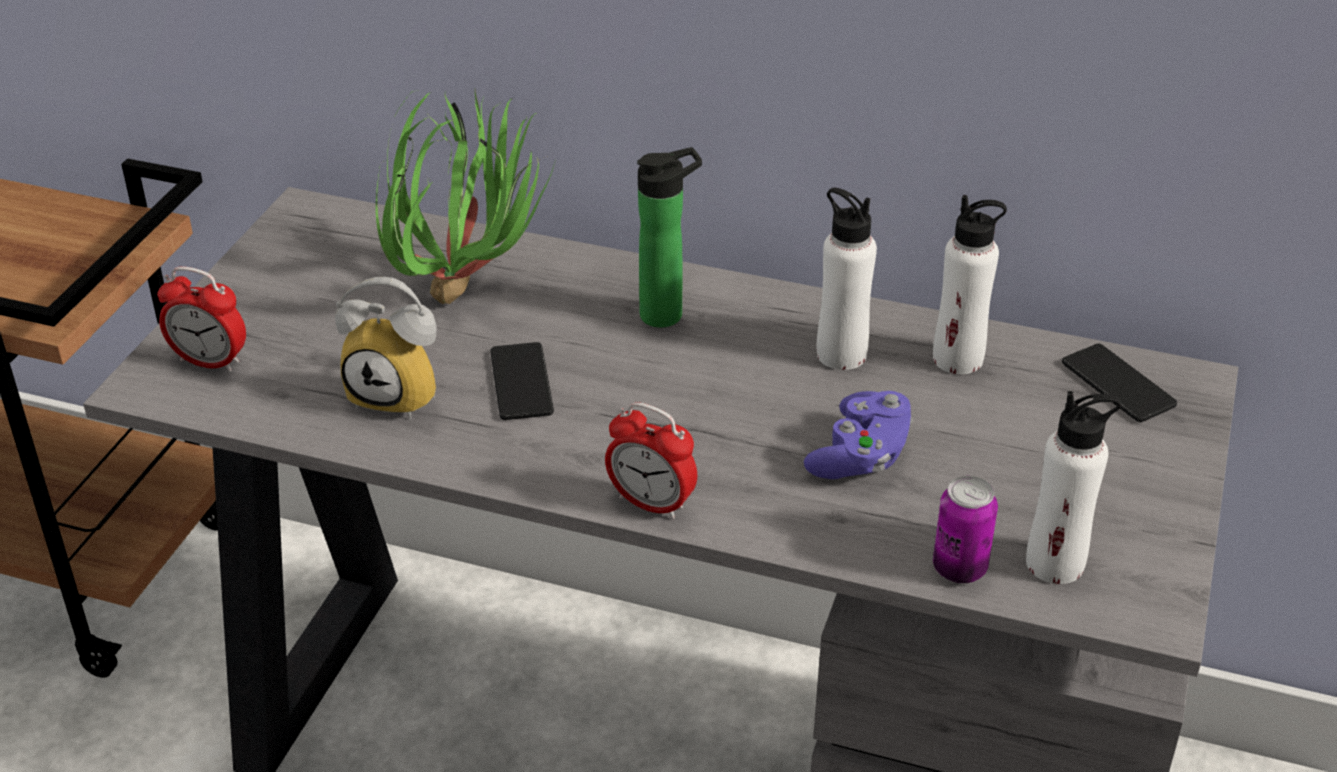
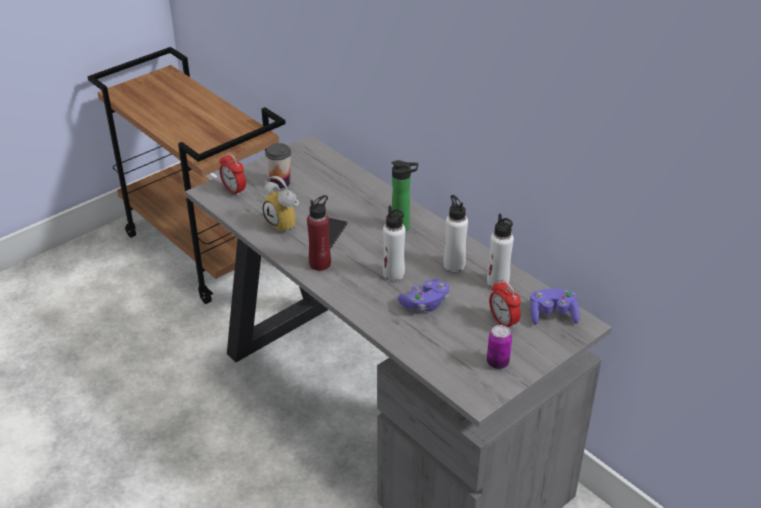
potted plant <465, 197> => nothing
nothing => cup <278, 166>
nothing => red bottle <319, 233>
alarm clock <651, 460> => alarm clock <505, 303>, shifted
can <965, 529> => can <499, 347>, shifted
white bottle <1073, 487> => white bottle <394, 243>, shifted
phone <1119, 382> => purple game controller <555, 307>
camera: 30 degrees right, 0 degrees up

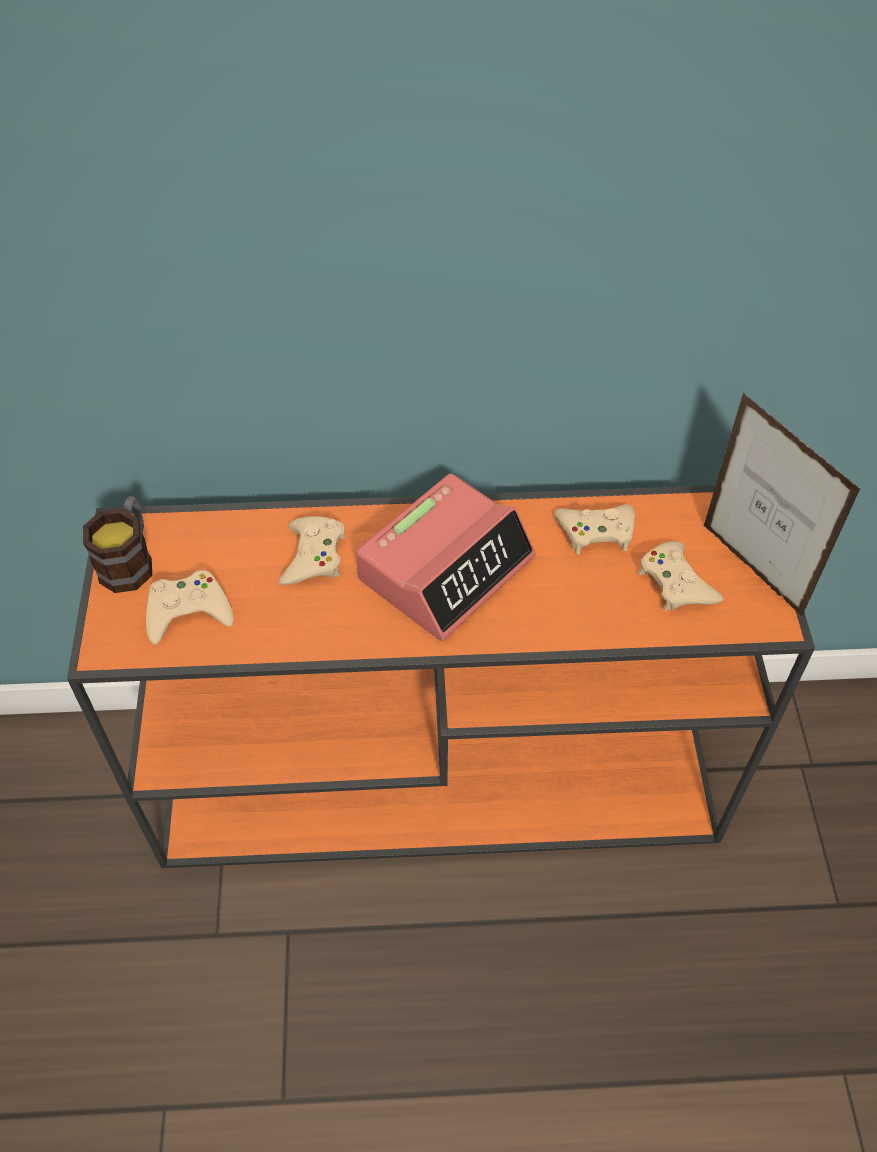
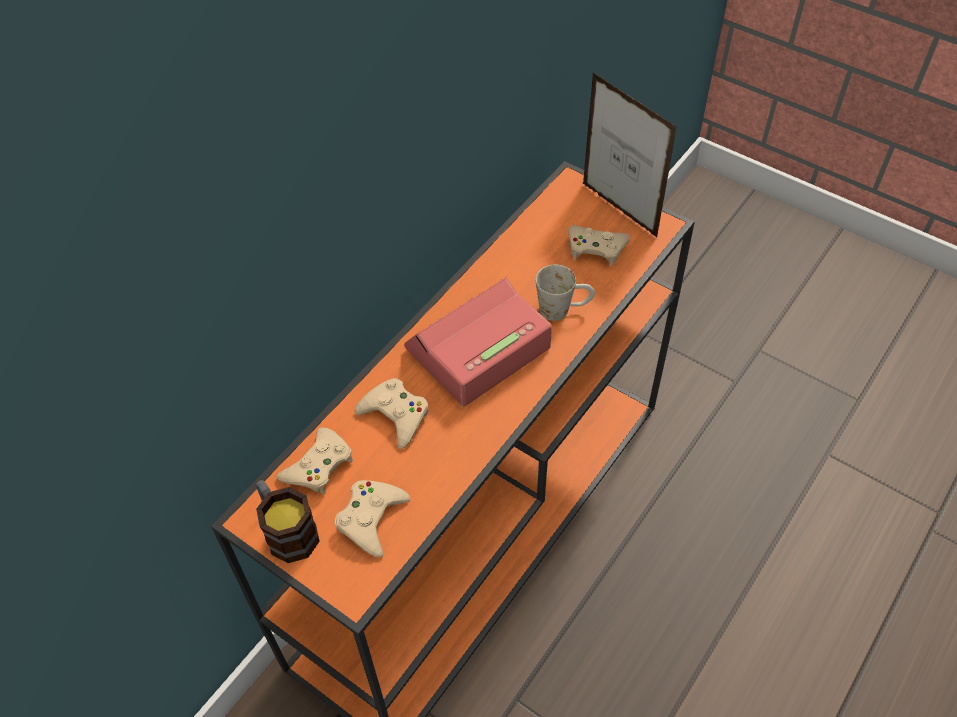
nothing => white mug <565, 293>
beige game controller <594, 529> => beige game controller <314, 460>, shifted
alarm clock <445, 557> => alarm clock <478, 342>, 120 degrees counterclockwise
picture frame <782, 505> => picture frame <630, 154>, 135 degrees counterclockwise
camera: 50 degrees left, 0 degrees up

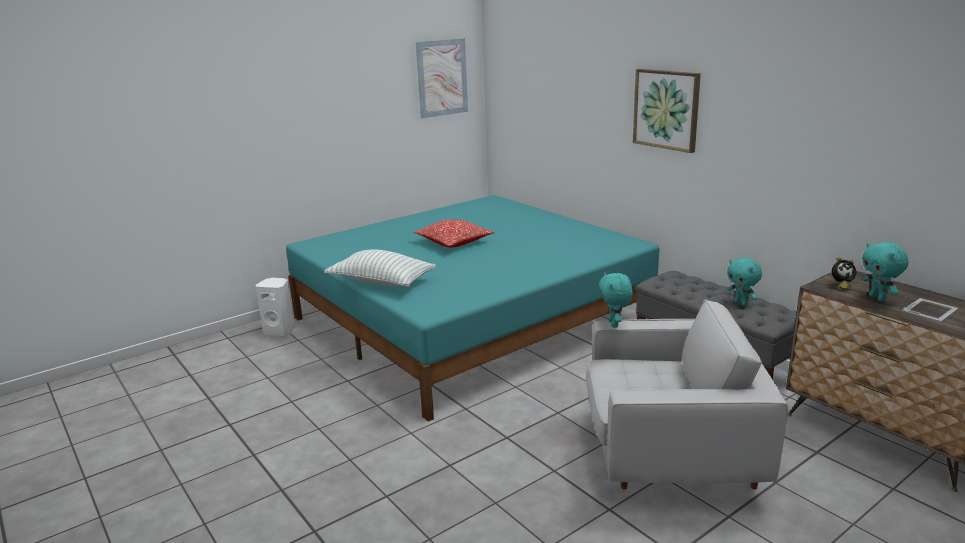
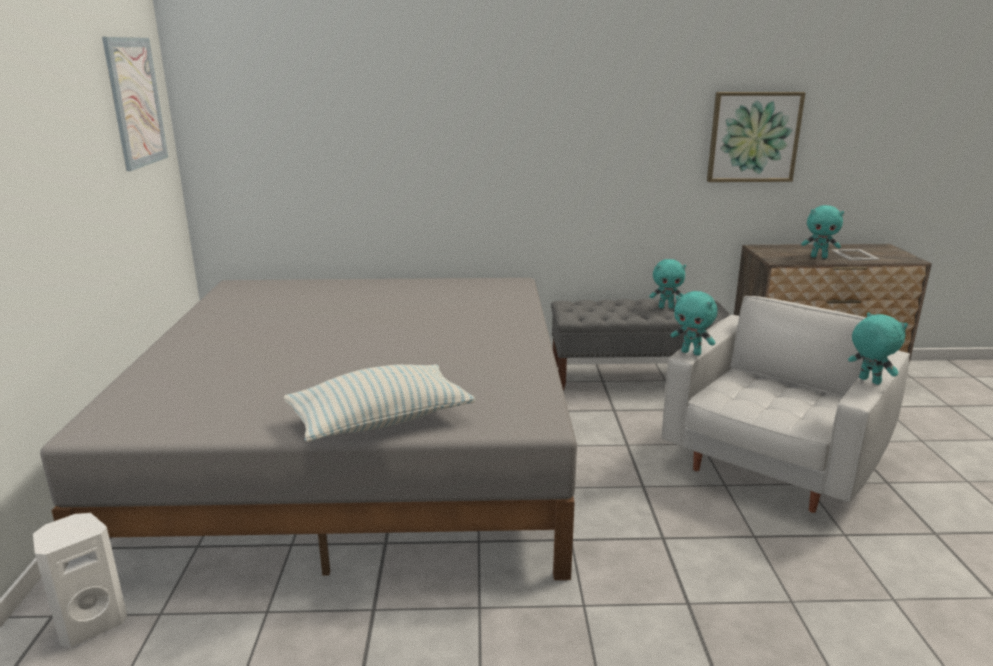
pillow <454, 233> => nothing
alarm clock <844, 273> => nothing
nothing => turquoise plush toy <878, 348>
picture <667, 111> => picture <756, 137>, shifted
turquoise bed <472, 308> => grey bed <308, 429>
camera: 55 degrees left, 0 degrees up

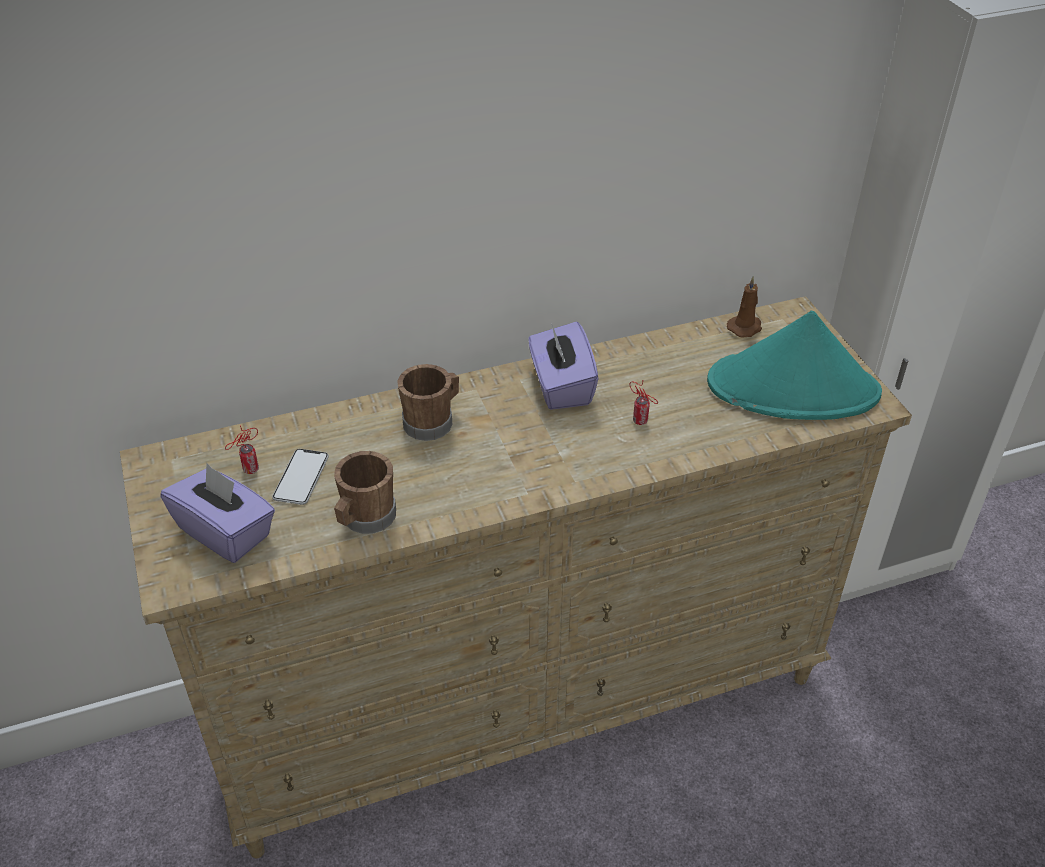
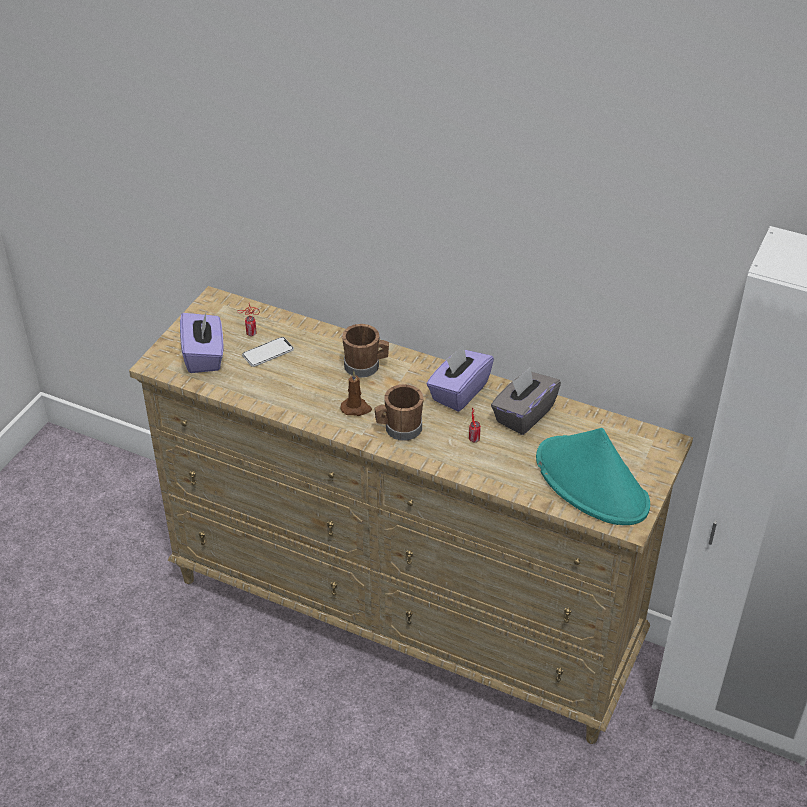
nothing => grey tissue box <526, 401>
brown mug <365, 492> => brown mug <399, 412>, shifted
brown candle <744, 307> => brown candle <356, 393>, shifted
camera: 45 degrees right, 0 degrees up

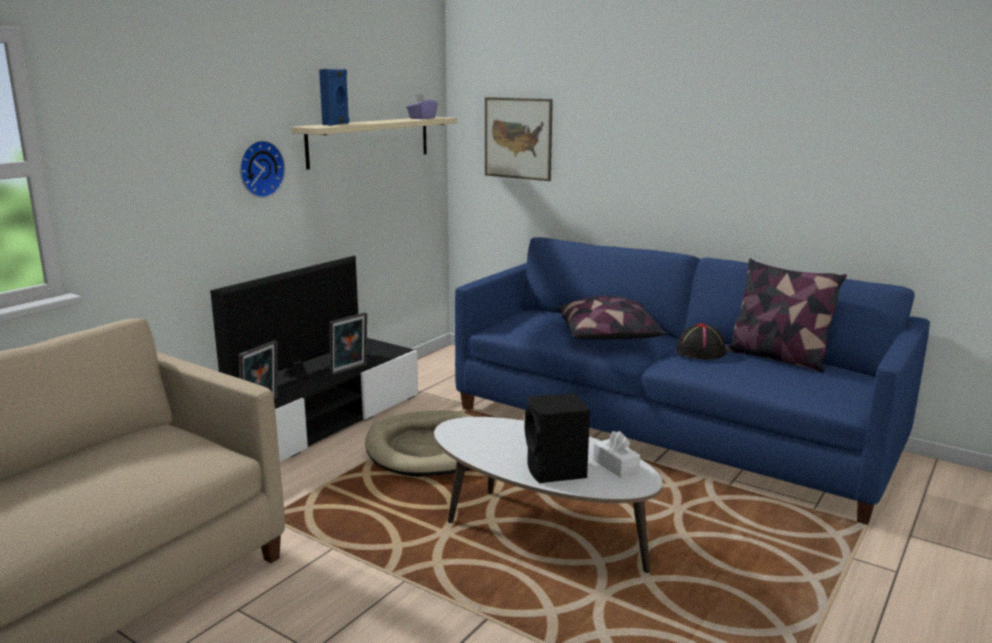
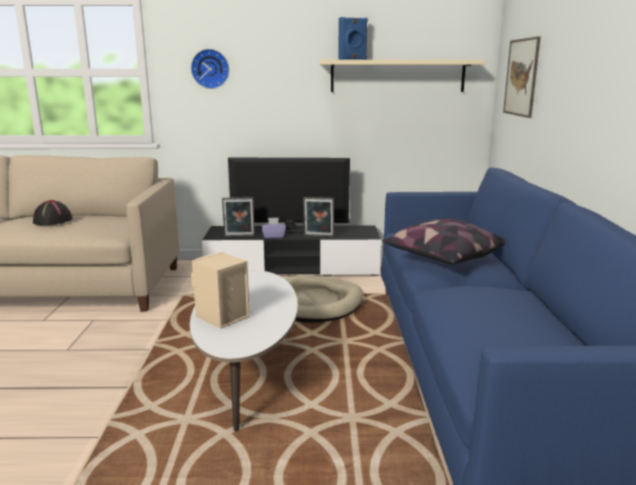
white tissue box <616, 454> => nothing
pillow <786, 315> => nothing
wall clock <262, 169> => wall clock <210, 69>, shifted
purple tissue box <422, 106> => purple tissue box <273, 228>, shifted
black hat <701, 341> => black hat <53, 212>, shifted
black speaker <557, 438> => beige speaker <220, 290>
camera: 55 degrees right, 0 degrees up

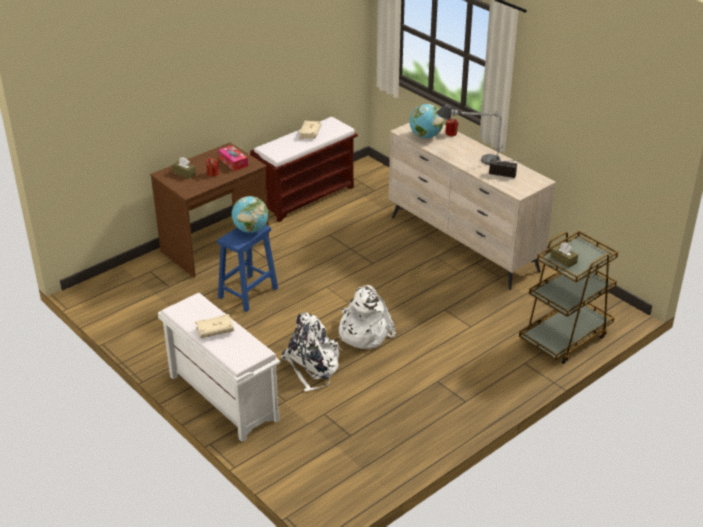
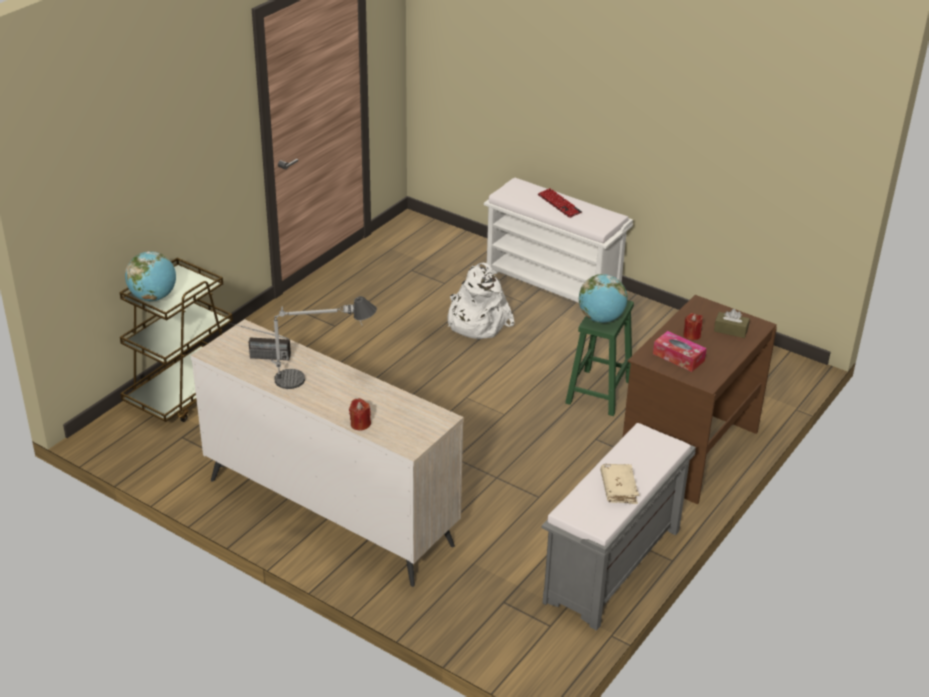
white backpack <367, 317> => nothing
brown tissue box <564, 255> => nothing
globe <427, 121> => globe <150, 276>, shifted
beige book <214, 326> => keyboard <560, 203>
blue stool <247, 268> => green stool <599, 358>
brown bench <304, 169> => grey bench <619, 527>
camera: 165 degrees right, 0 degrees up

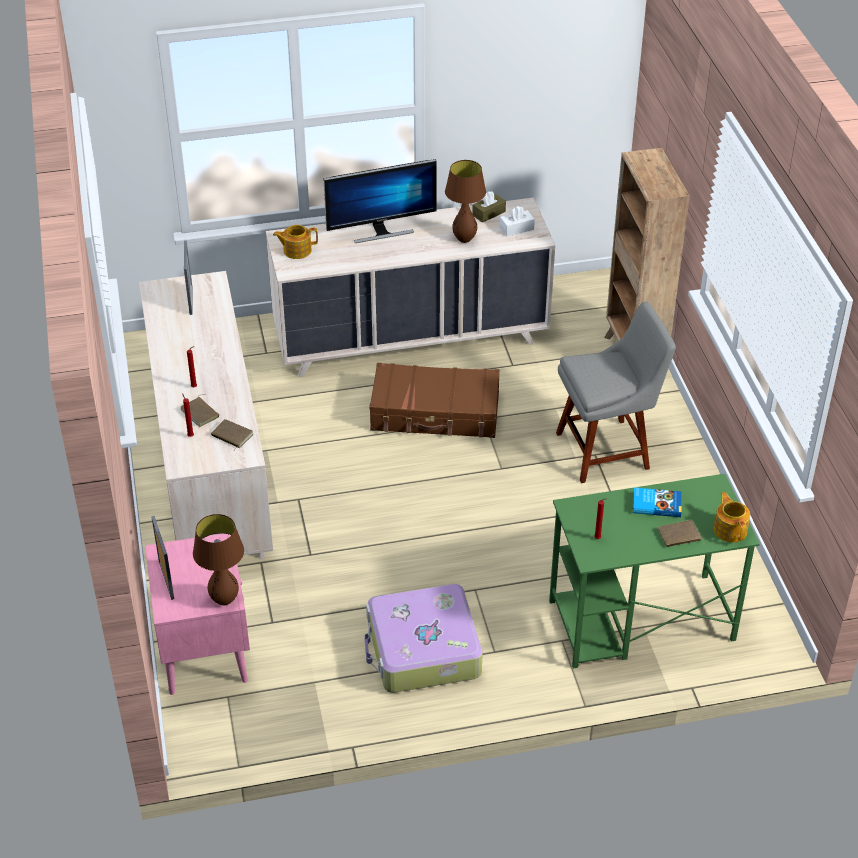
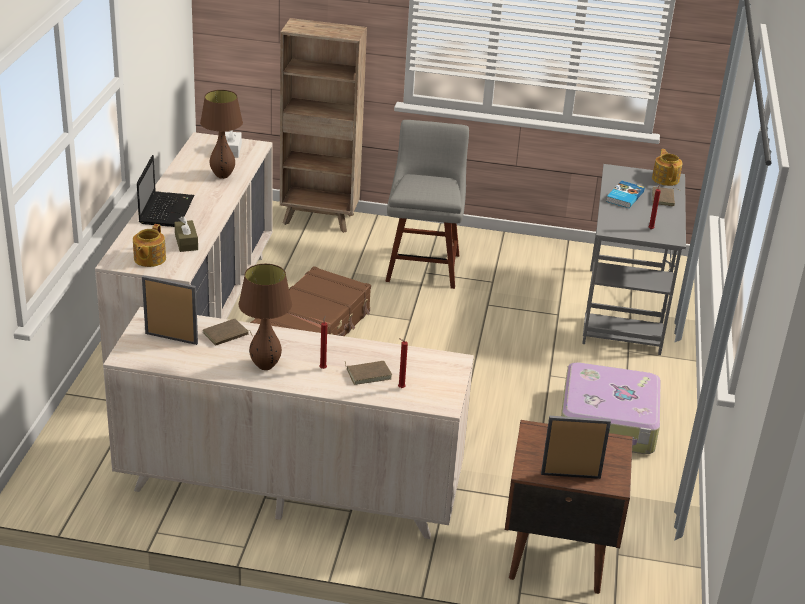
brown table lamp <218, 559> => brown table lamp <265, 317>, shifted
brown book <232, 434> => brown book <228, 332>, shifted
brown tissue box <489, 207> => brown tissue box <186, 234>, shifted
monitor <380, 201> => laptop <165, 191>
pink nightstand <197, 614> => brown nightstand <569, 507>
green desk <654, 571> => grey desk <634, 259>
teapot <732, 517> => teapot <667, 167>, 75 degrees clockwise
camera: 70 degrees left, 10 degrees down

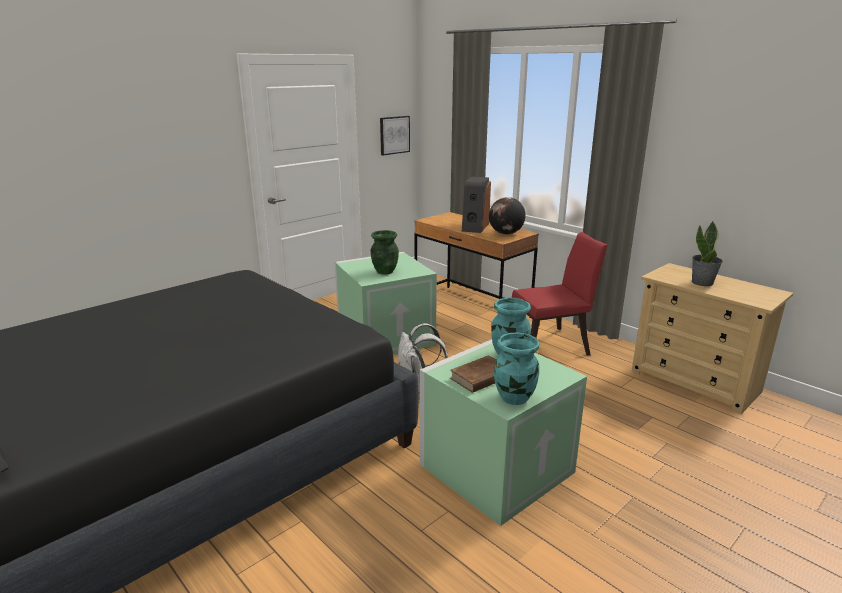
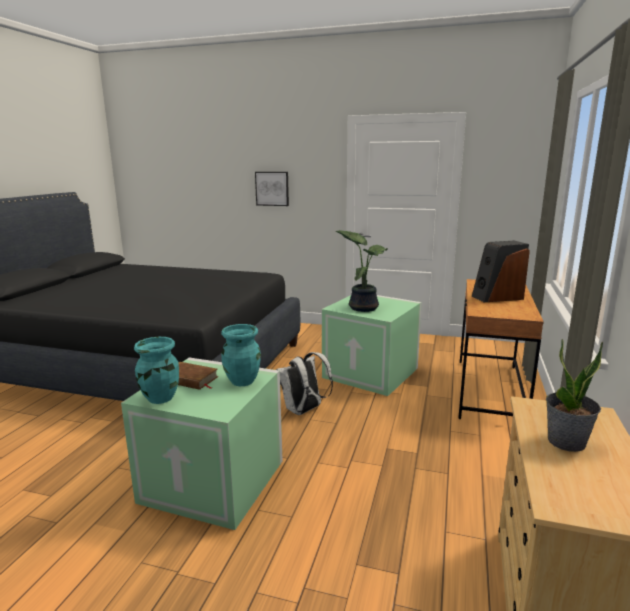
globe <507, 215> => nothing
red chair <560, 294> => nothing
picture <395, 135> => picture <272, 189>, shifted
green vase <385, 252> => potted plant <361, 271>
camera: 60 degrees right, 5 degrees down

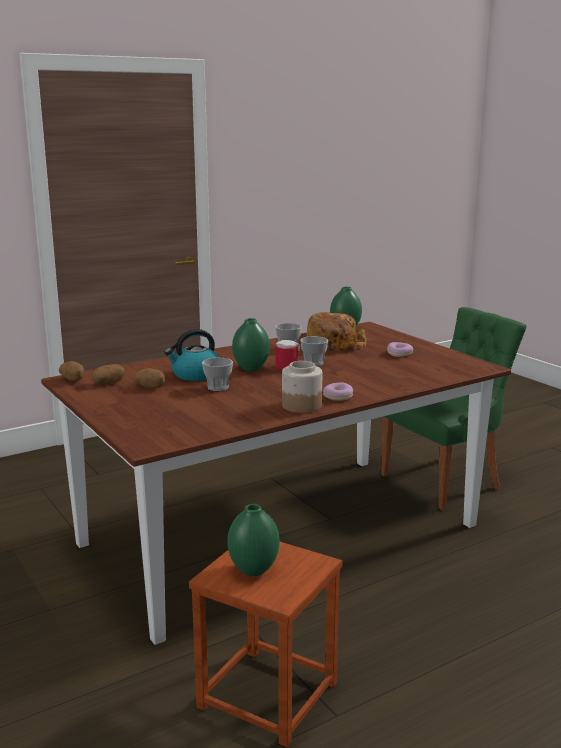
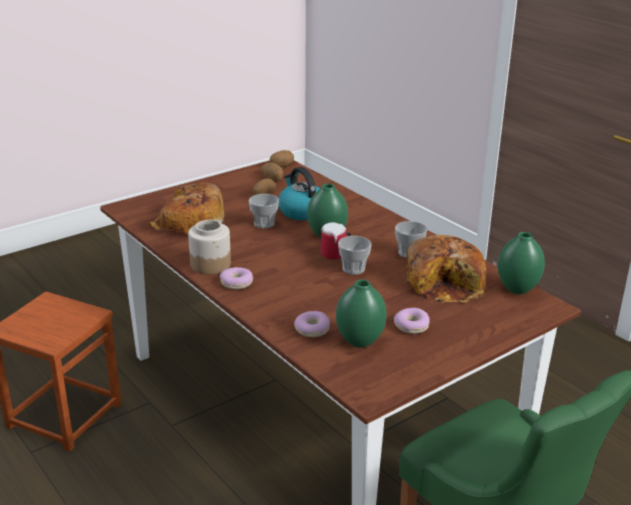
nothing => bread <186, 208>
nothing => donut <312, 324>
green vase <253, 540> => green vase <361, 313>, shifted
camera: 85 degrees right, 10 degrees up

